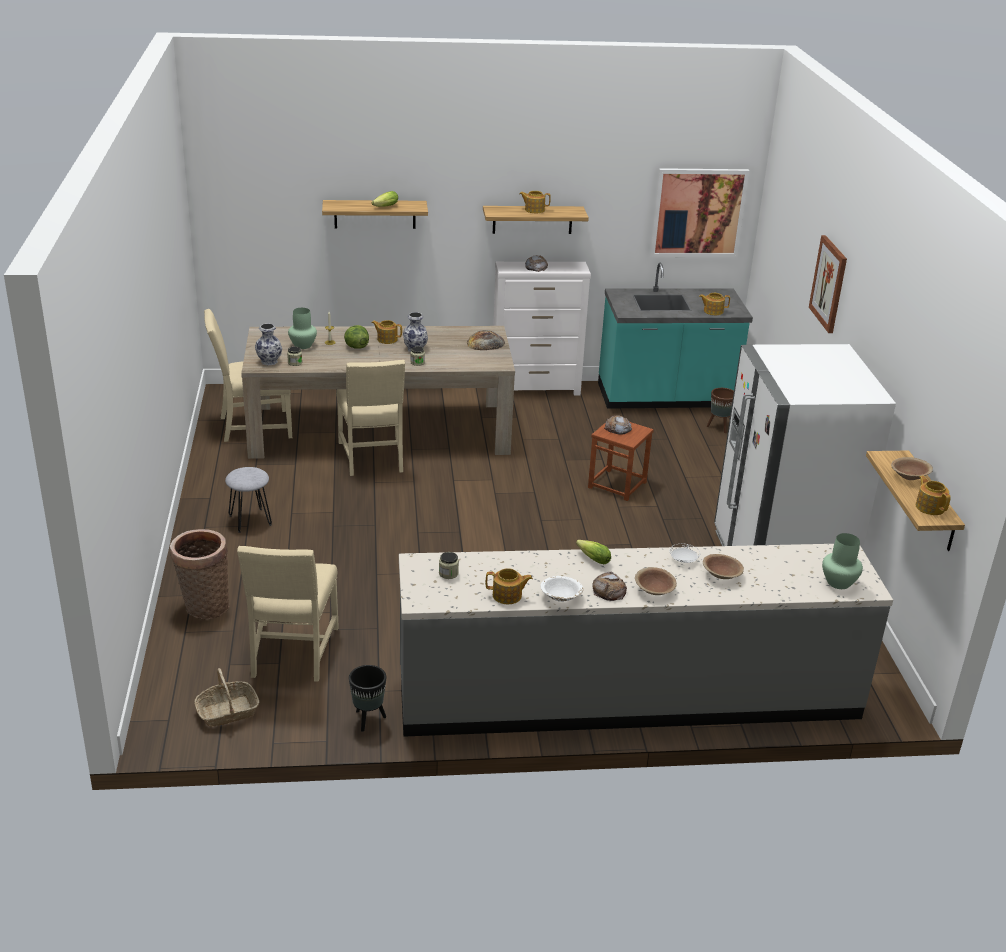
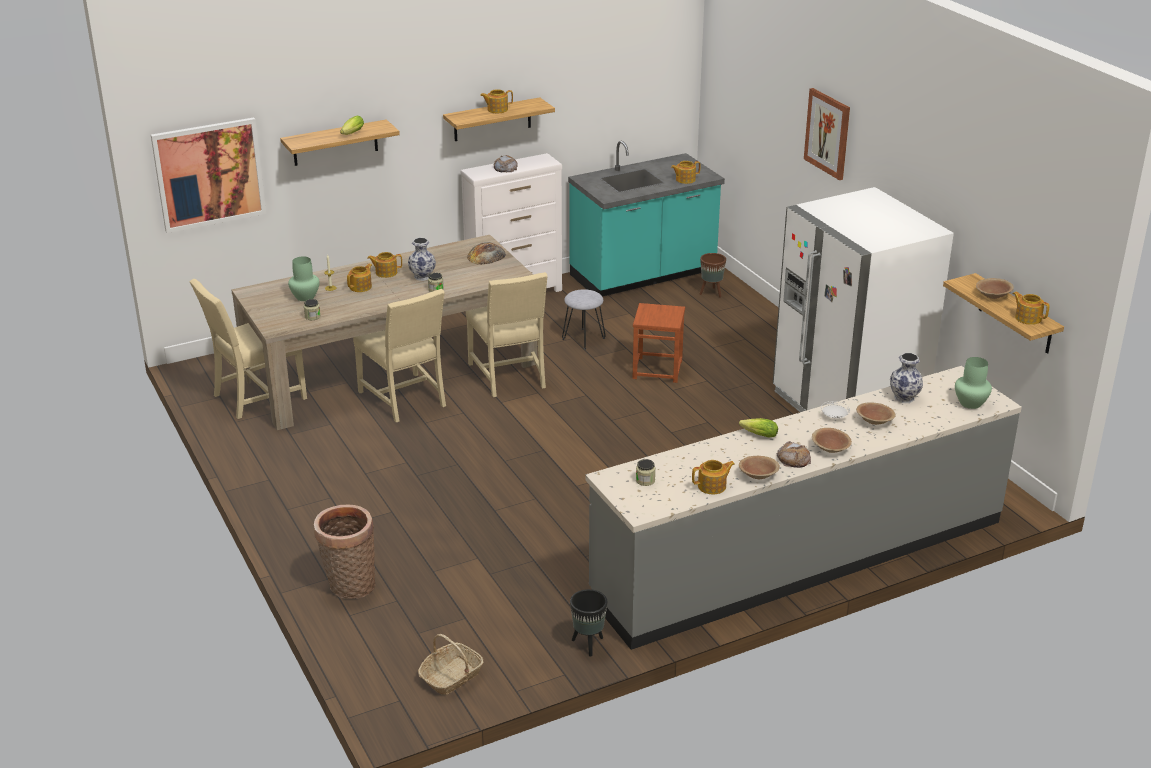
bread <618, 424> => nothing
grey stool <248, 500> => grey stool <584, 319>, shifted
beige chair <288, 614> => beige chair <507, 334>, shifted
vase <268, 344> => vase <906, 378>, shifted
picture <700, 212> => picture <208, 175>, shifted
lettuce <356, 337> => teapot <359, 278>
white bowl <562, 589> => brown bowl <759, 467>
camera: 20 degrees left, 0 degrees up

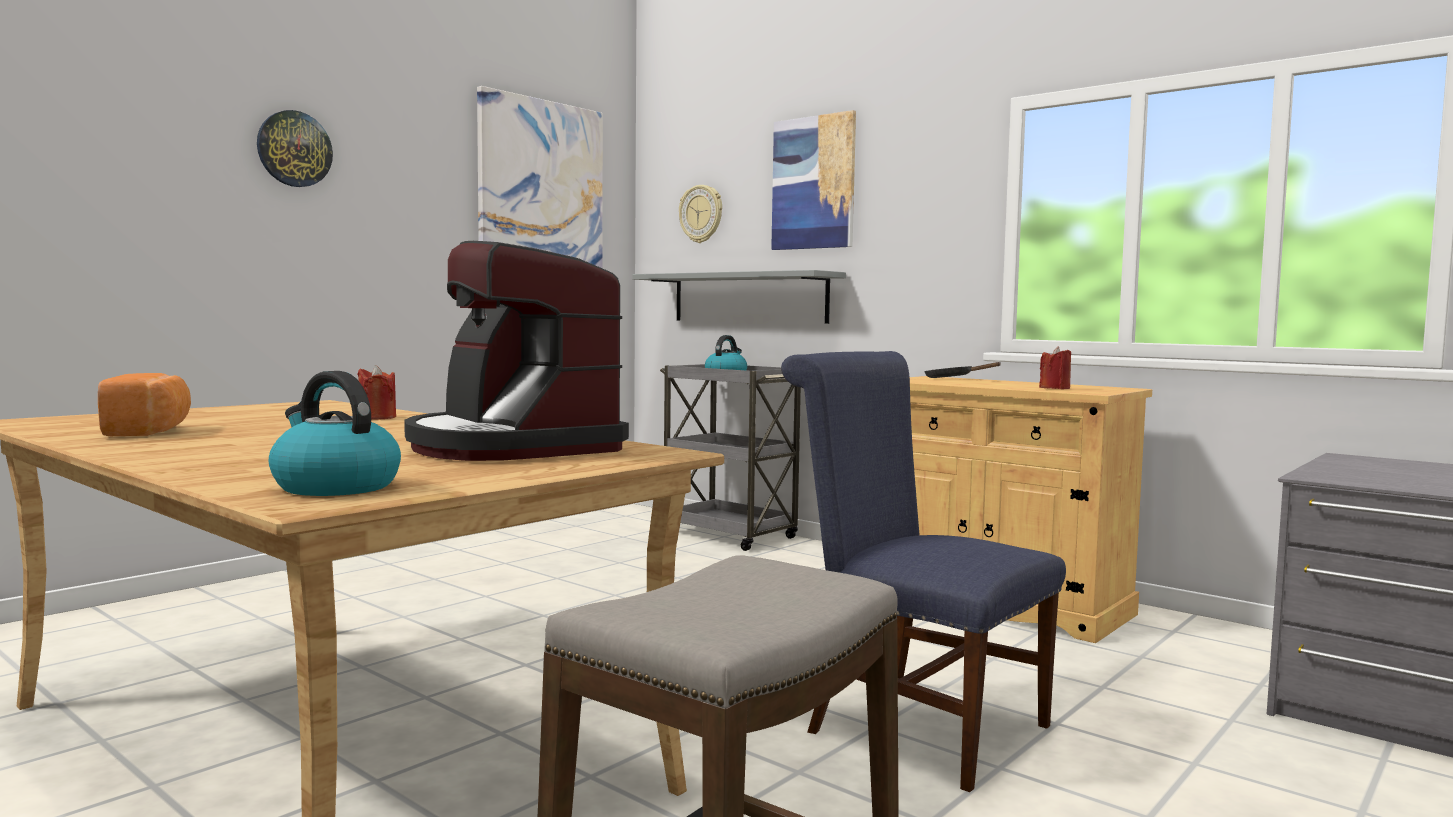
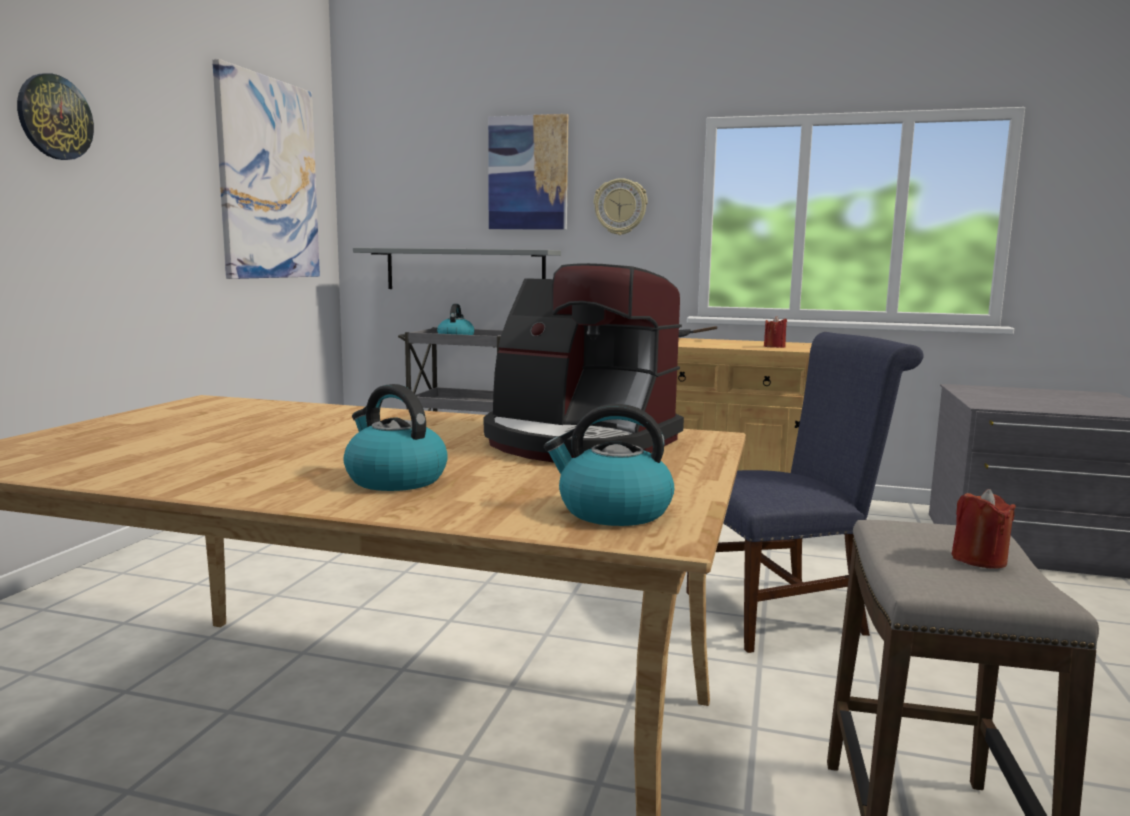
bread <144, 404> => nothing
nothing => kettle <396, 437>
red candle <377, 392> => red candle <984, 529>, shifted
wall clock <700, 214> => wall clock <621, 206>, shifted
blue chair <923, 571> => blue chair <805, 492>, 150 degrees clockwise
camera: 25 degrees left, 5 degrees up

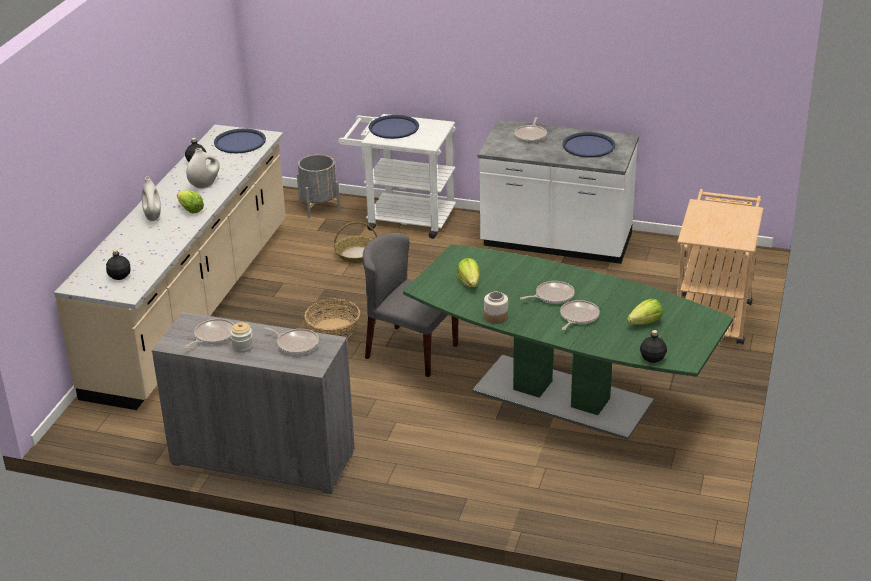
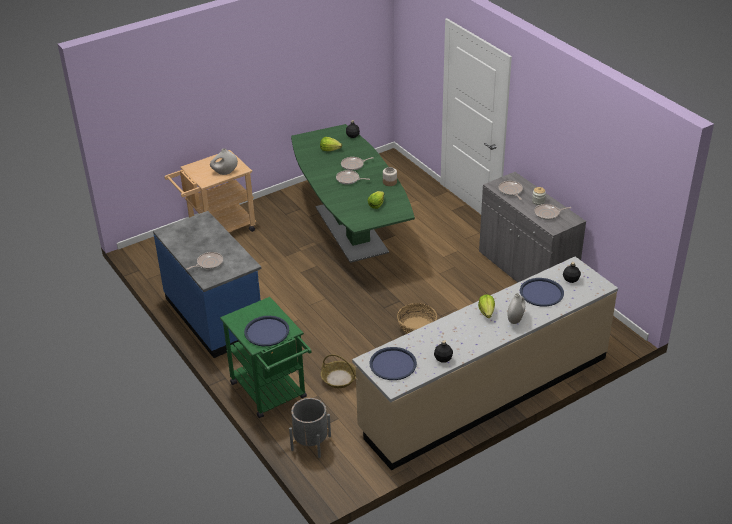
grey chair <410, 305> => nothing
white vase <203, 168> => white vase <224, 161>, shifted
blue tray <588, 145> => blue tray <542, 292>, shifted
white cart <397, 176> => green cart <266, 357>
white counter <558, 192> => blue counter <207, 284>
camera: 140 degrees left, 5 degrees up

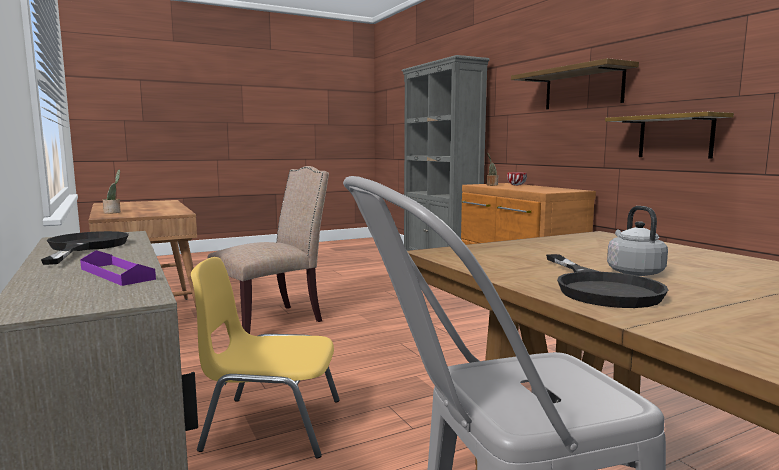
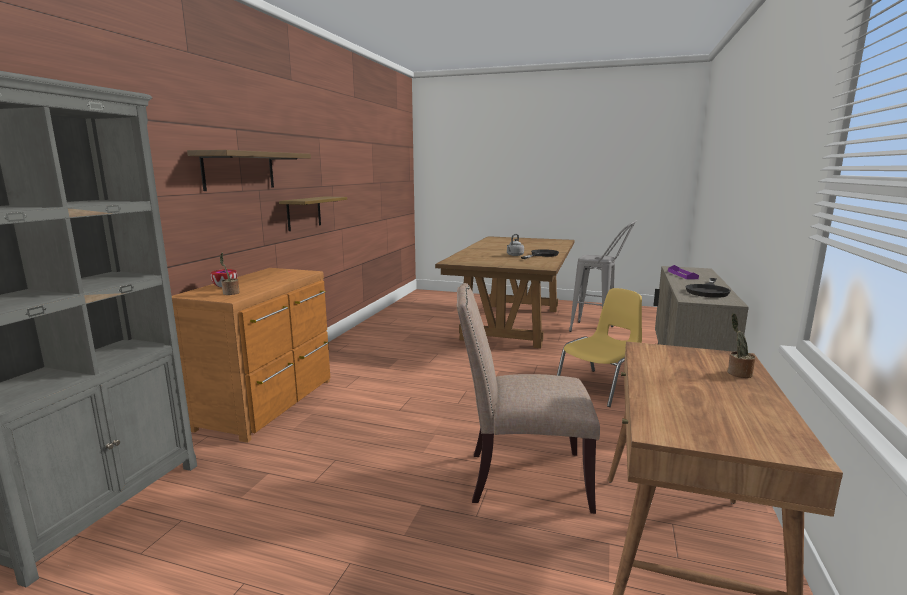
yellow chair <265, 358> => yellow chair <599, 347>, 90 degrees counterclockwise
camera: 135 degrees left, 5 degrees up

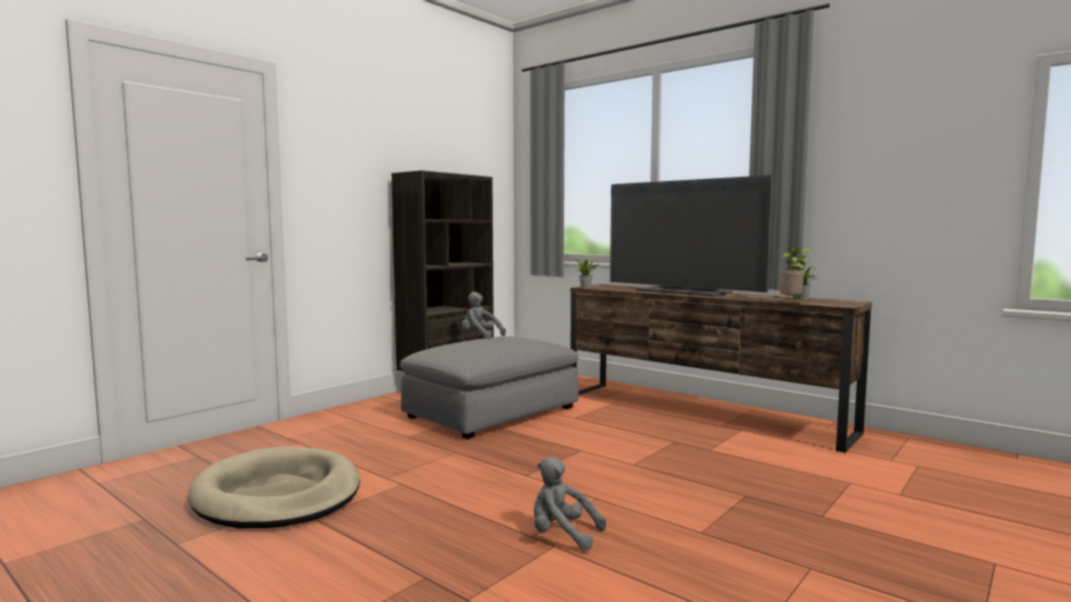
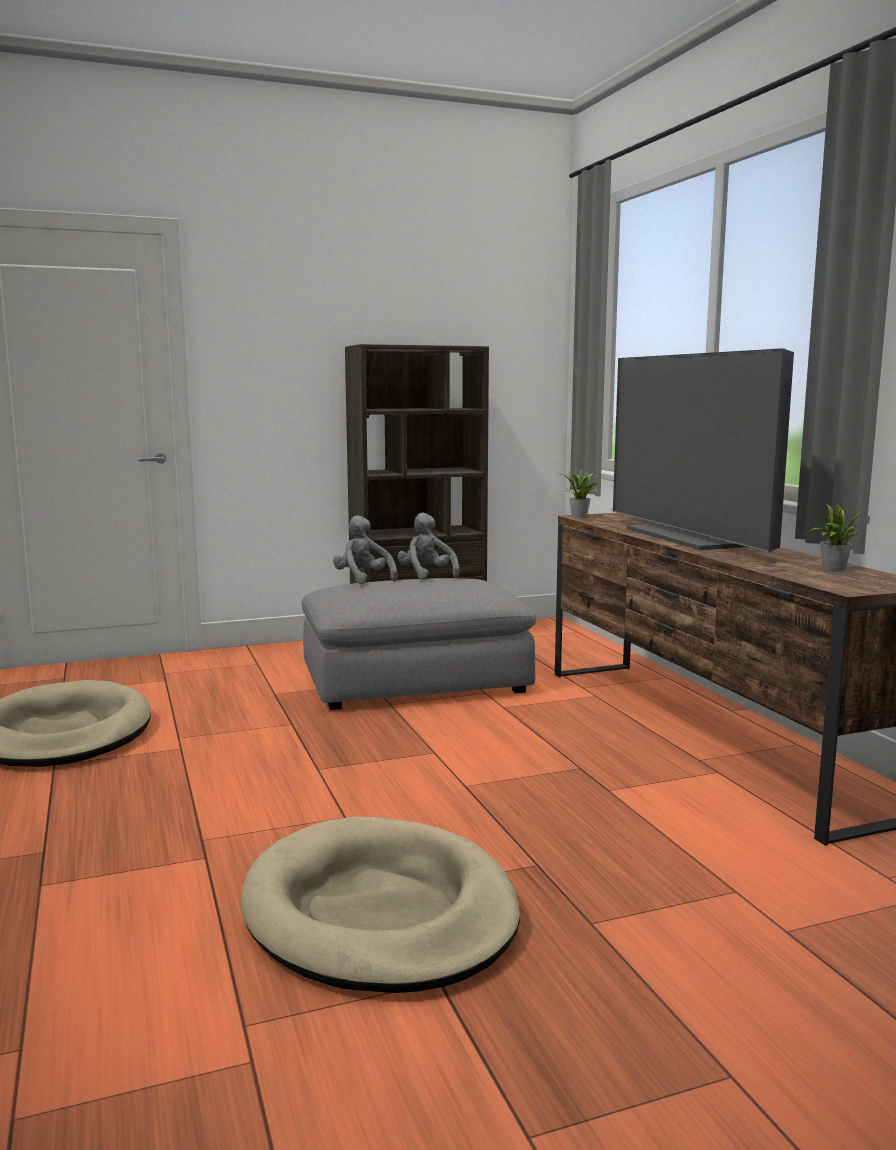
potted plant <795, 274> => nothing
nothing => beige dog bed <380, 904>
grey plush toy <570, 503> => grey plush toy <365, 549>, shifted
camera: 30 degrees right, 5 degrees up

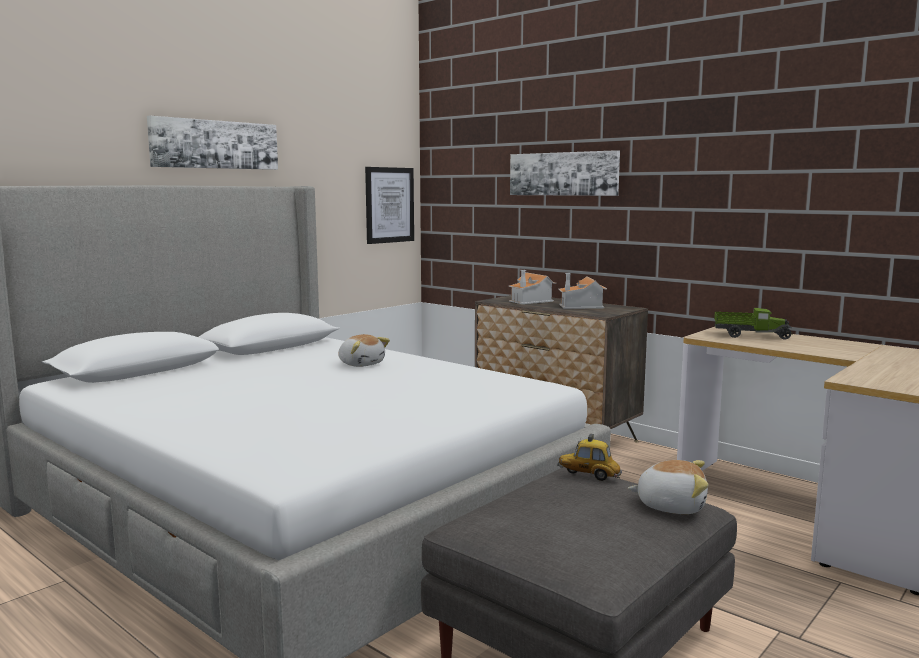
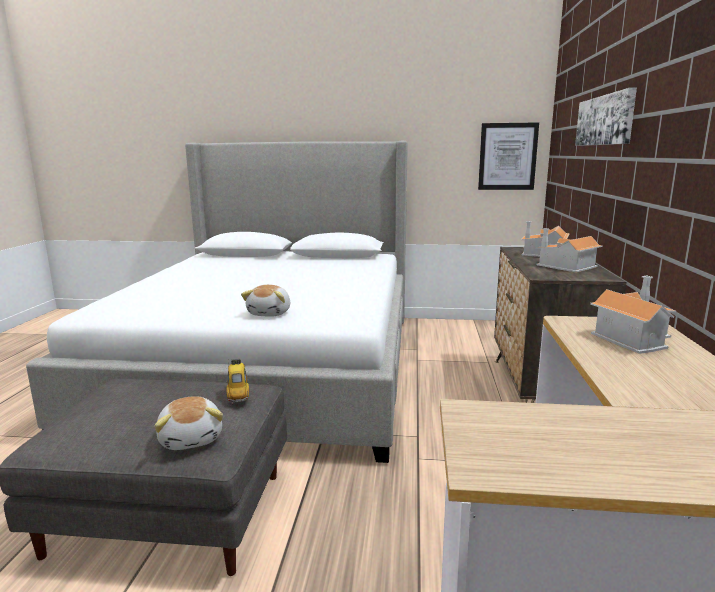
picture <212, 143> => nothing
plush toy <364, 350> => plush toy <265, 301>, shifted
toy truck <753, 323> => toy house <633, 315>
camera: 55 degrees right, 5 degrees up

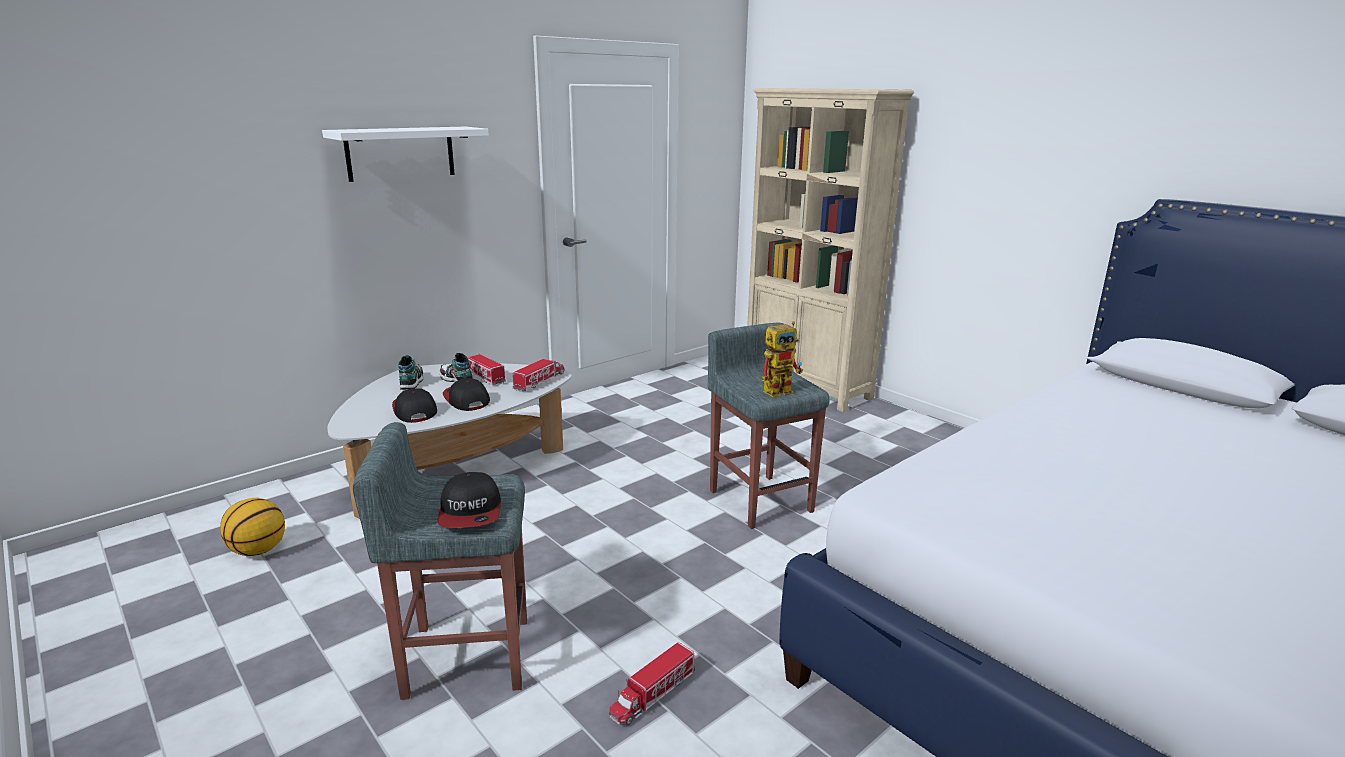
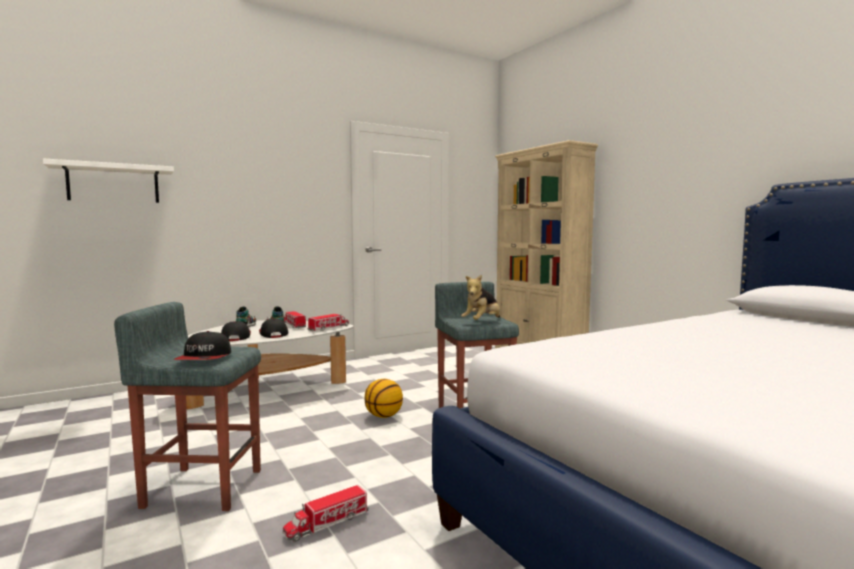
basketball <252, 527> => basketball <384, 398>, shifted
white shelf <405, 154> => white shelf <108, 180>, shifted
toy robot <782, 360> => plush toy <480, 297>
camera: 10 degrees right, 15 degrees down

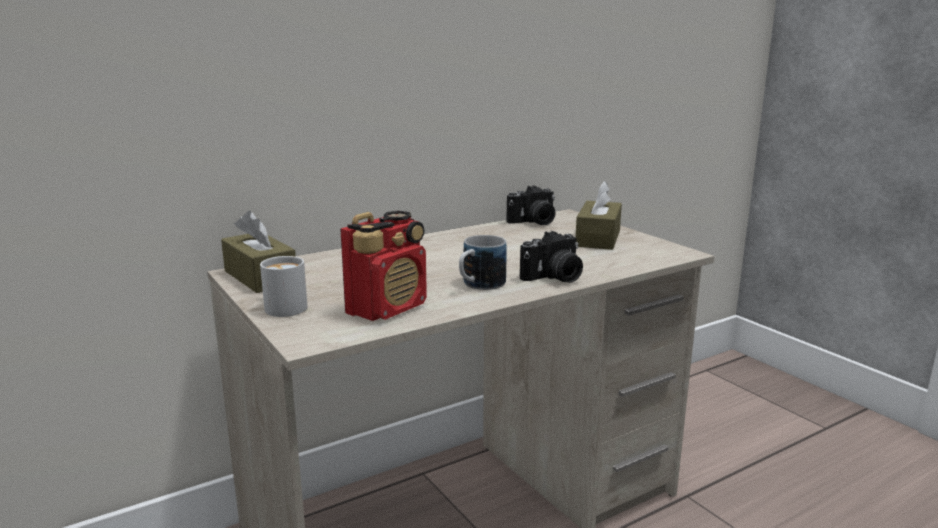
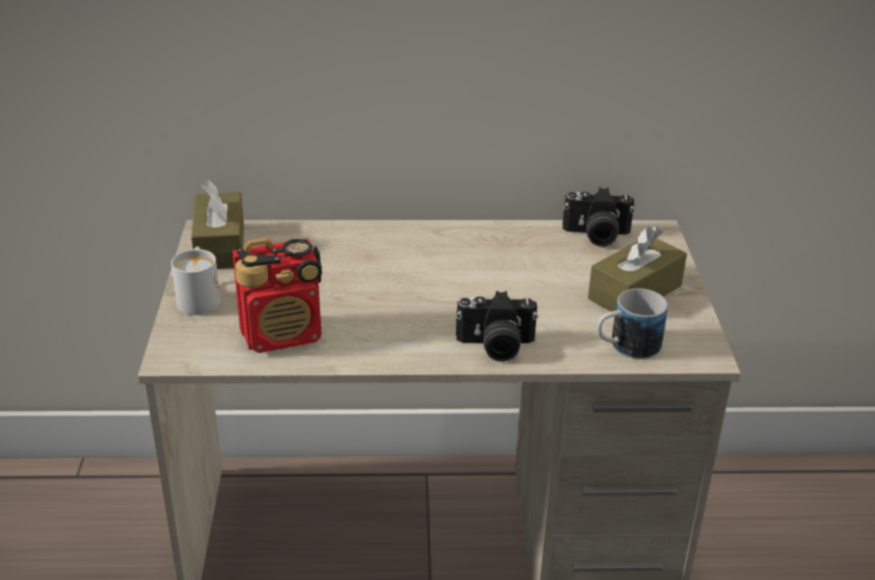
mug <482, 262> => mug <632, 323>, shifted
camera: 30 degrees right, 15 degrees up

